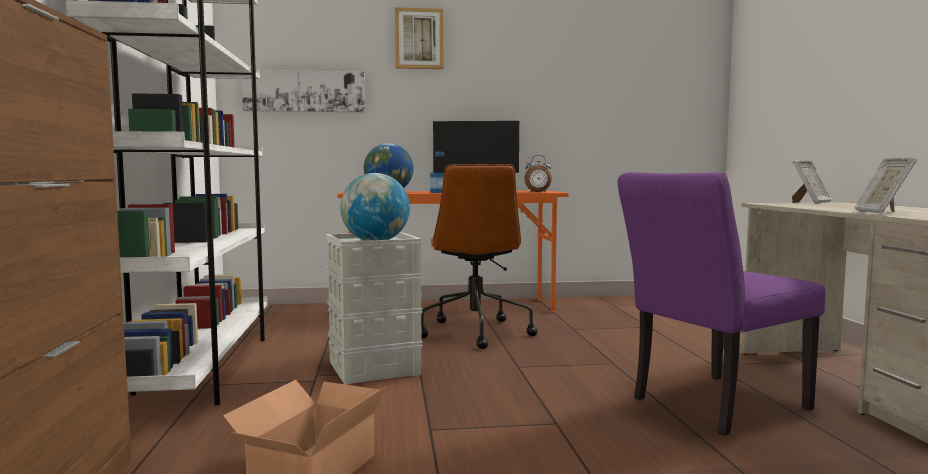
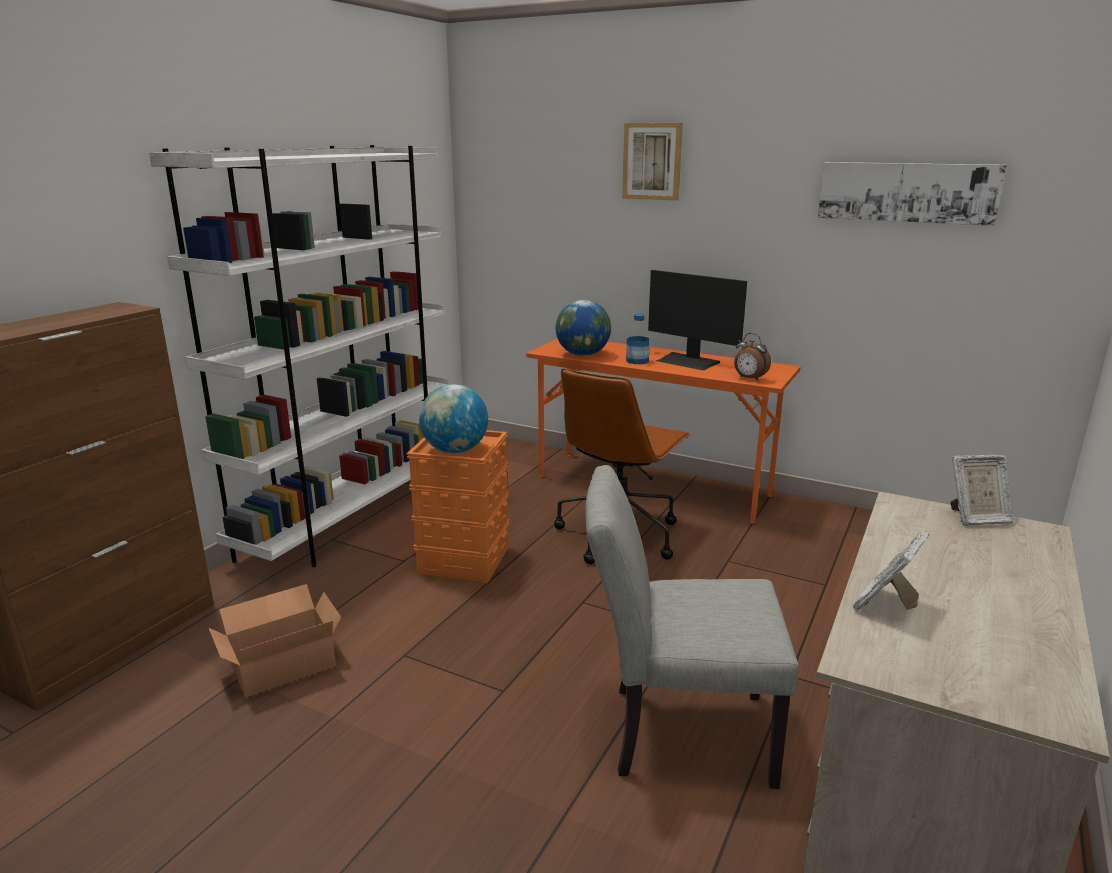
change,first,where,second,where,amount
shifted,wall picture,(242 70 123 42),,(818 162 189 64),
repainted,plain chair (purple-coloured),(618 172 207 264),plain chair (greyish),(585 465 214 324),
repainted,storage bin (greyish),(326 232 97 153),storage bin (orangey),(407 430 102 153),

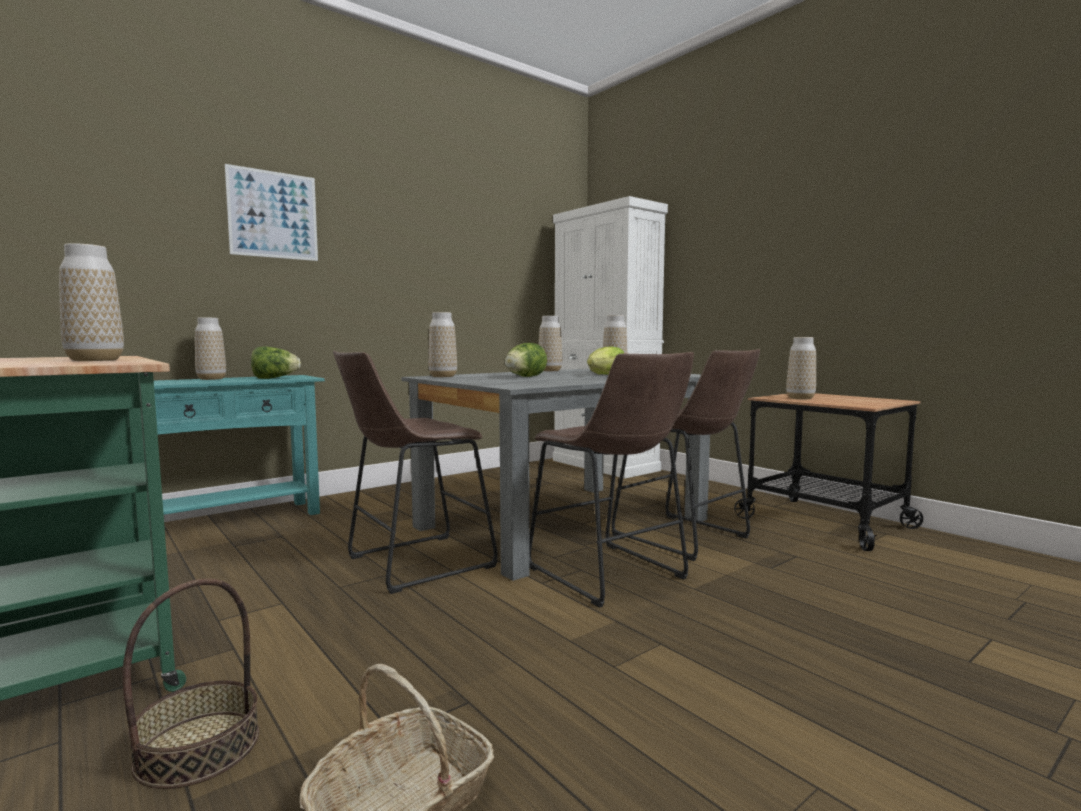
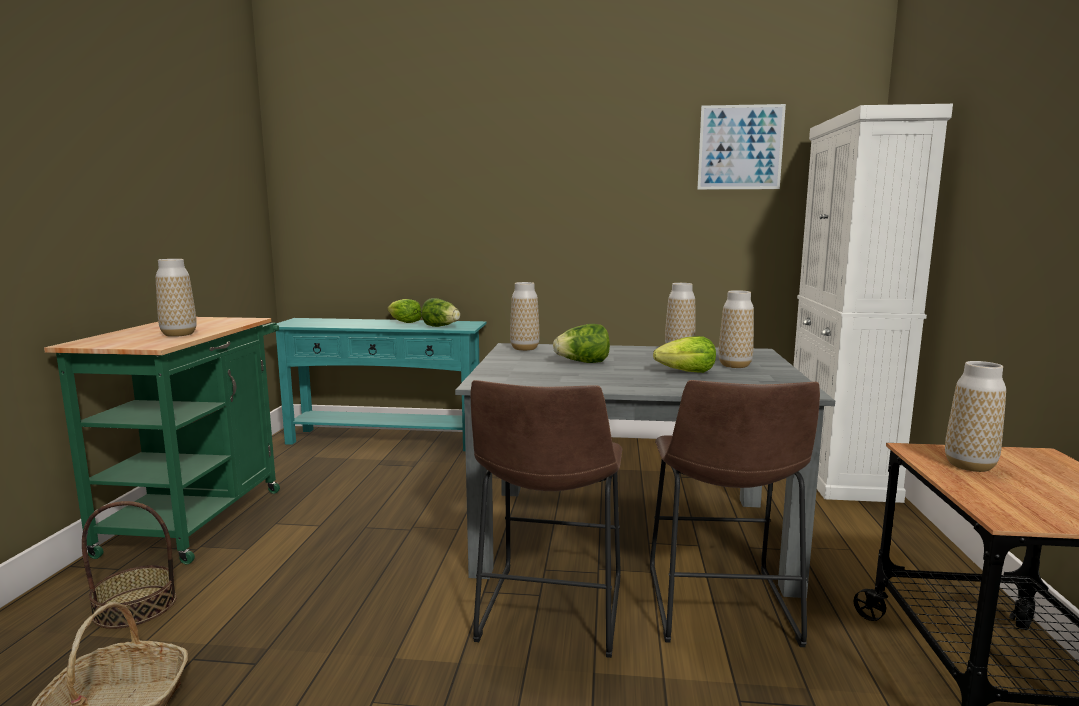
change,first,where,second,where,amount
shifted,wall picture,(225 164 93 97),,(698 104 88 85),
swapped,flower vase,(195 318 31 62),head of lettuce,(388 299 34 24),
gone,sitting stool (brownish),(333 351 165 243),,,

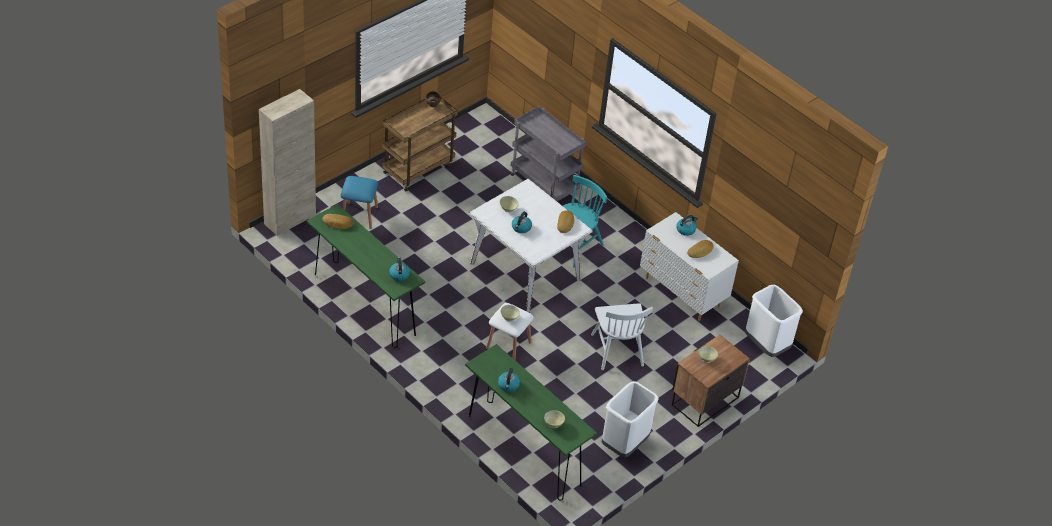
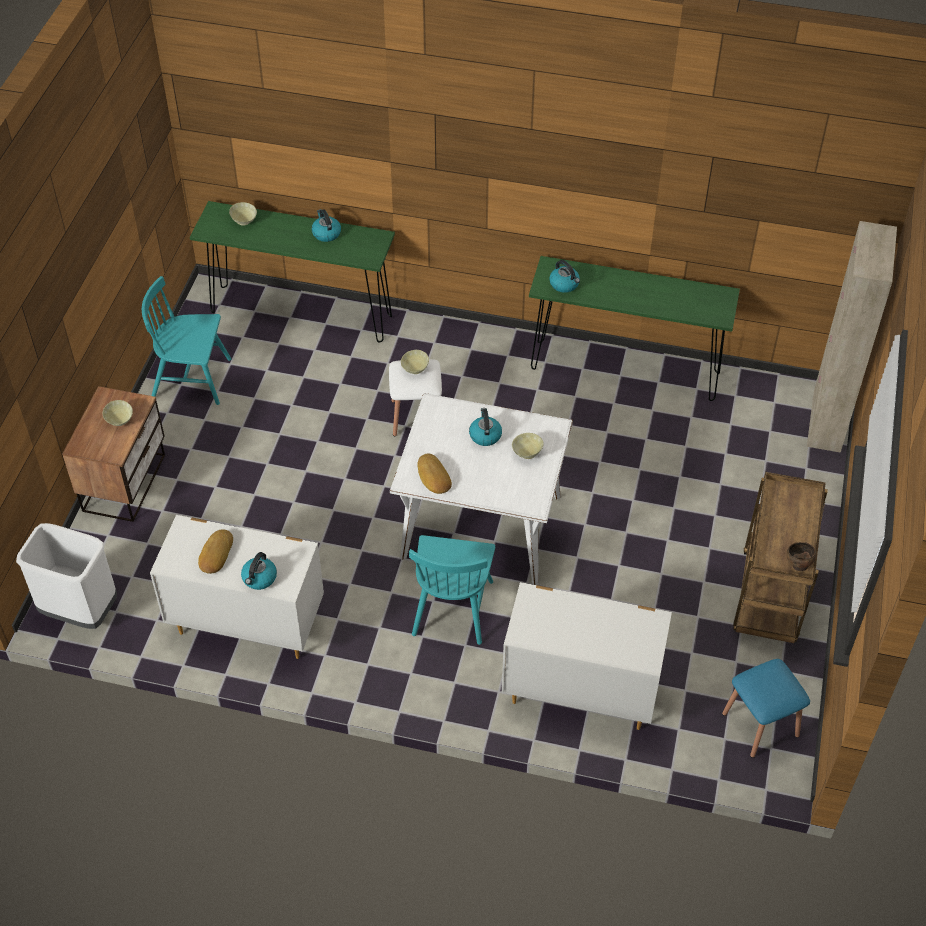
change,first,where,second,where,amount
swapped,cart (greyish),(510 106 76 96),drawer chest (white-coloured),(502 582 170 148),
shifted,sitting stool (blue-coloured),(341 176 37 53),,(722 659 88 99),
gone,bakery bread,(322 214 31 15),,,
gone,plain chair (white-coloured),(591 303 62 67),,,
swapped,rubbish bin (white-coloured),(602 381 57 77),plain chair (blue-green),(142 276 89 129),

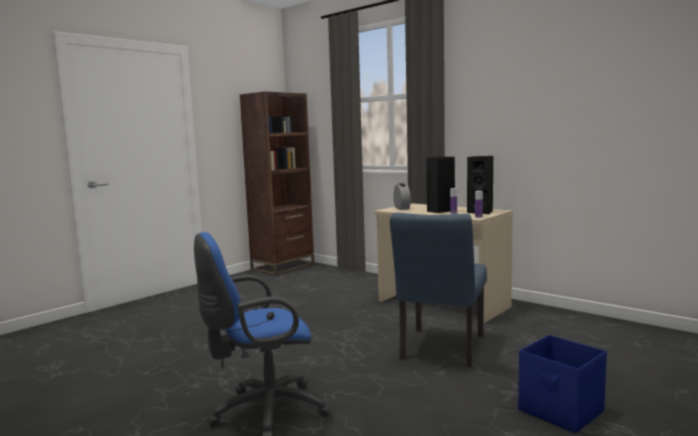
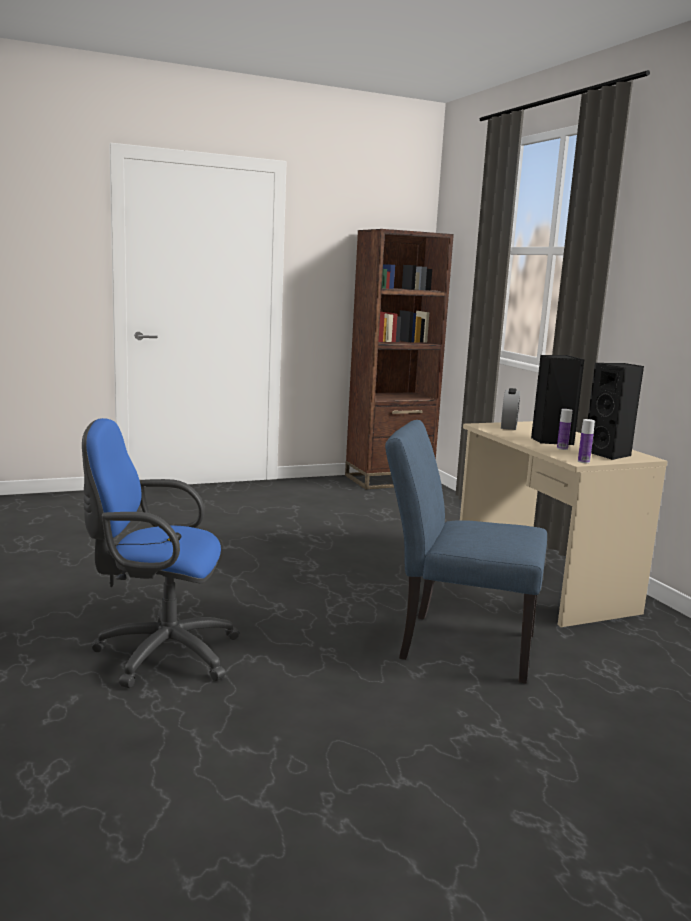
change,first,where,second,where,amount
rotated,plain chair (blue-coloured),(390 213 97 154),,(385 420 162 264),60 degrees clockwise
gone,storage bin (blue-coloured),(518 335 89 98),,,

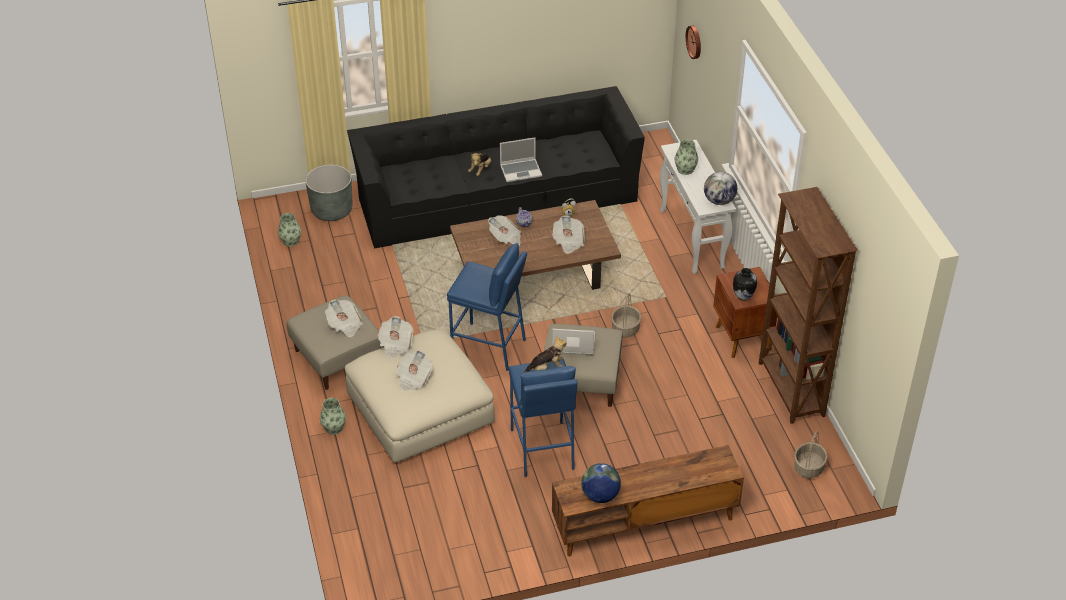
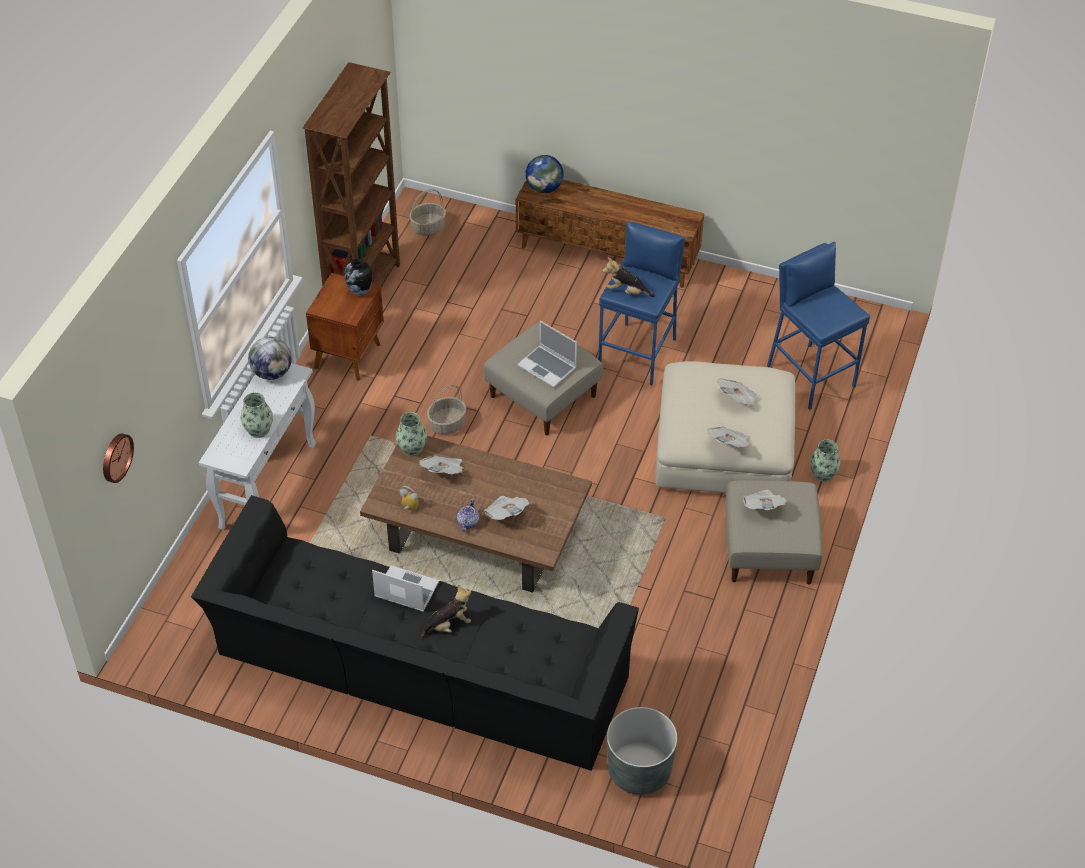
change,first,where,second,where,amount
shifted,flower vase,(278 213 23 34),,(396 412 31 44),
shifted,sitting stool (blue-coloured),(447 243 80 128),,(767 241 103 169),
shifted,globe,(581 463 40 40),,(525 155 39 38),

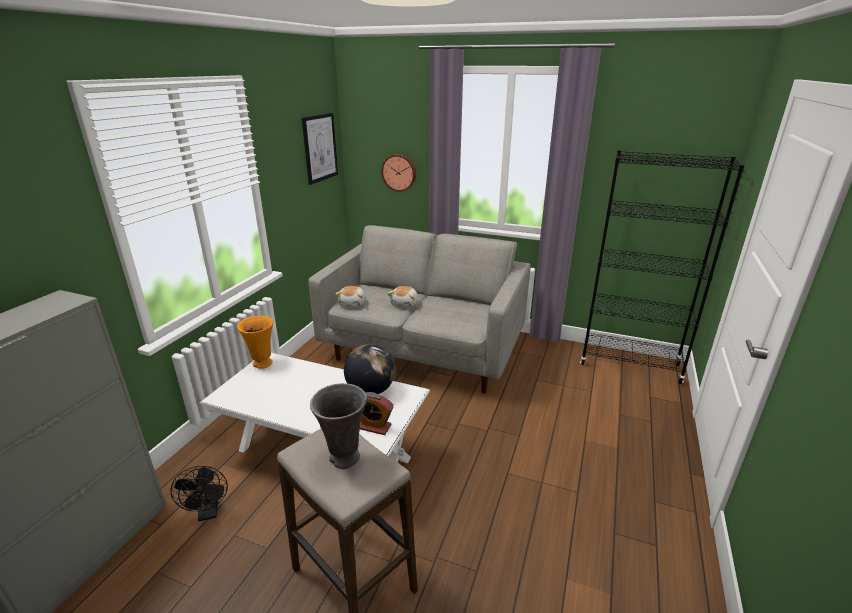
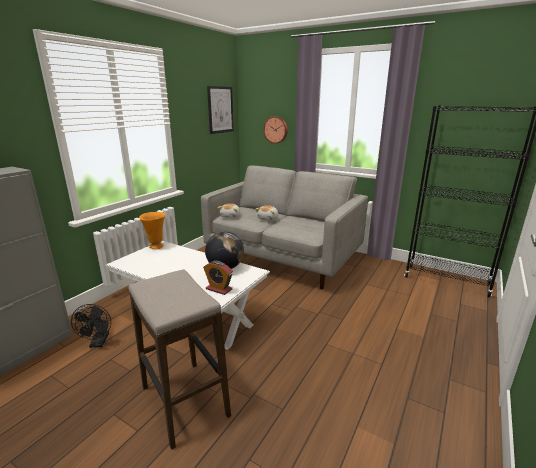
change,first,where,second,where,amount
gone,flower vase (greyish),(310 383 57 86),,,

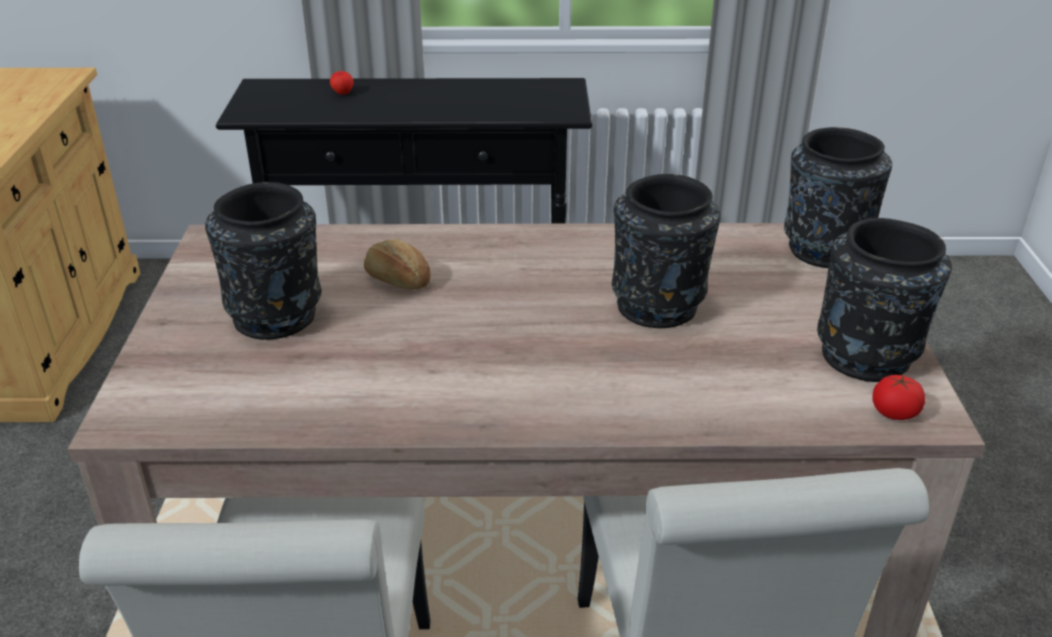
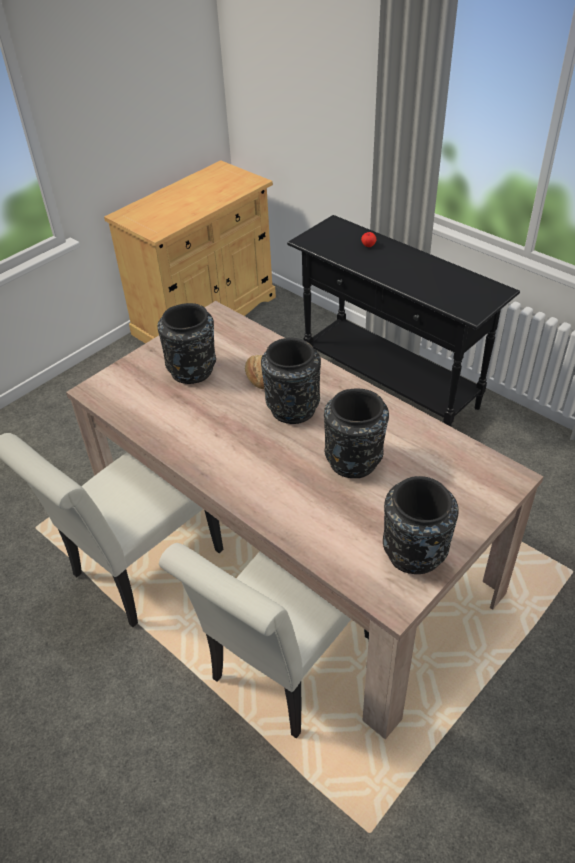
change,first,where,second,where,amount
shifted,flower vase (black-coloured),(784 127 108 141),,(261 338 60 86),
gone,tomato,(872 375 53 45),,,

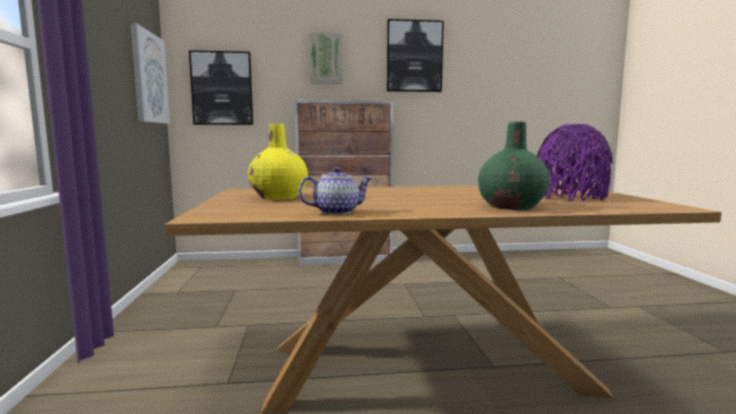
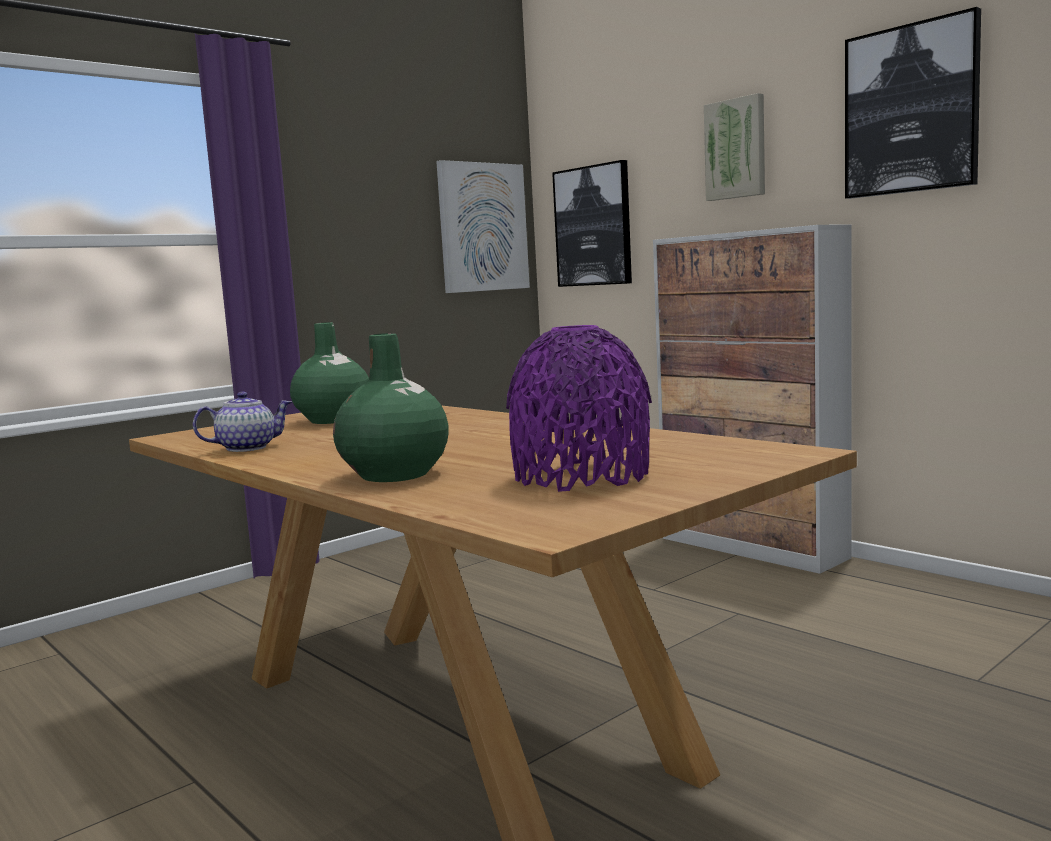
change,first,where,second,where,amount
repainted,flower vase (yellowish),(248 124 60 76),flower vase (green-coloured),(290 322 79 102),
rotated,pot for tea,(298 167 75 48),,(193 391 99 61),60 degrees counterclockwise

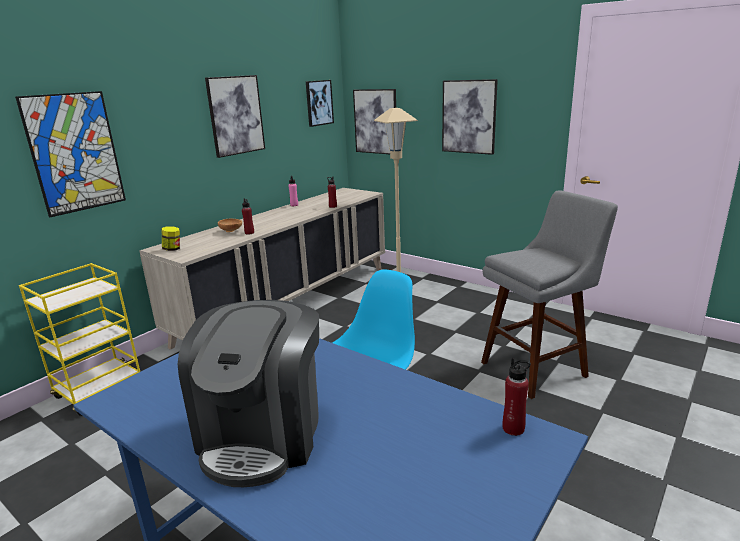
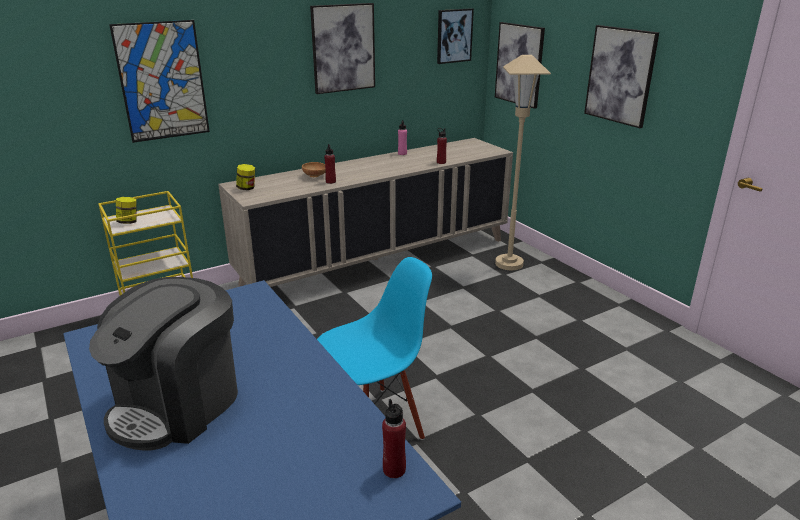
change,first,where,second,where,amount
gone,sitting stool (greyish),(481 190 137 209),,,
new,,,jar,(116 197 21 27),

